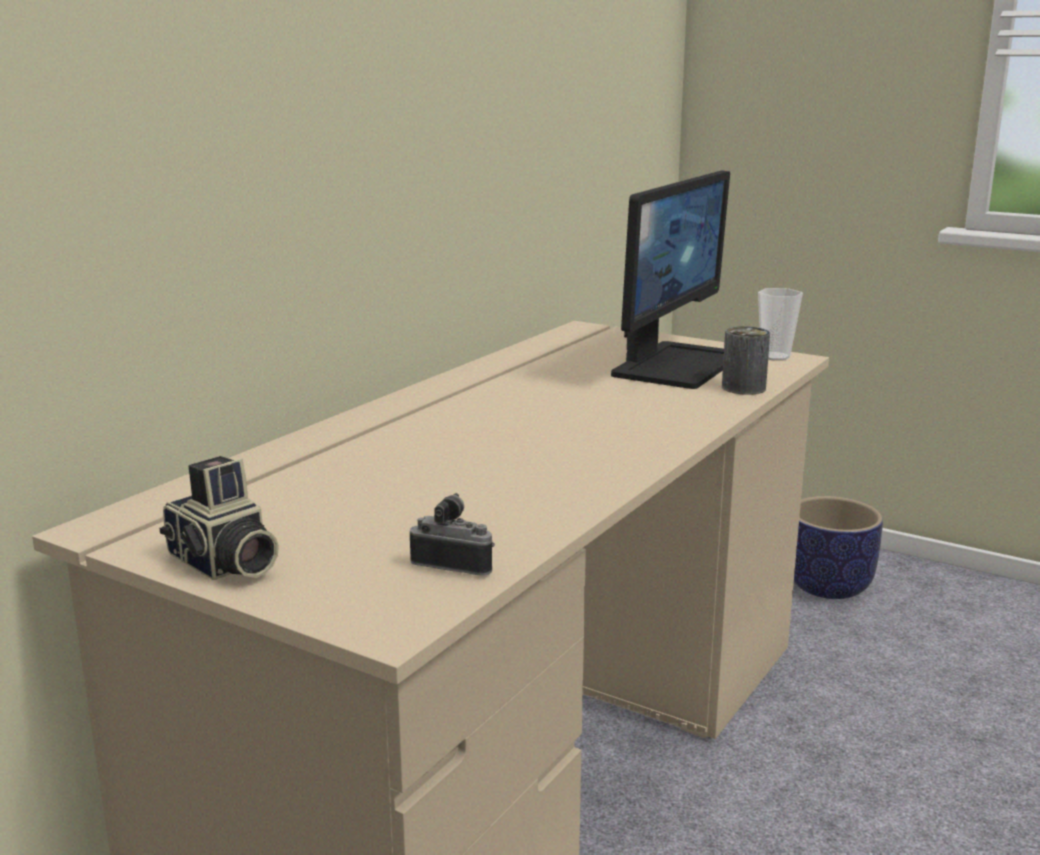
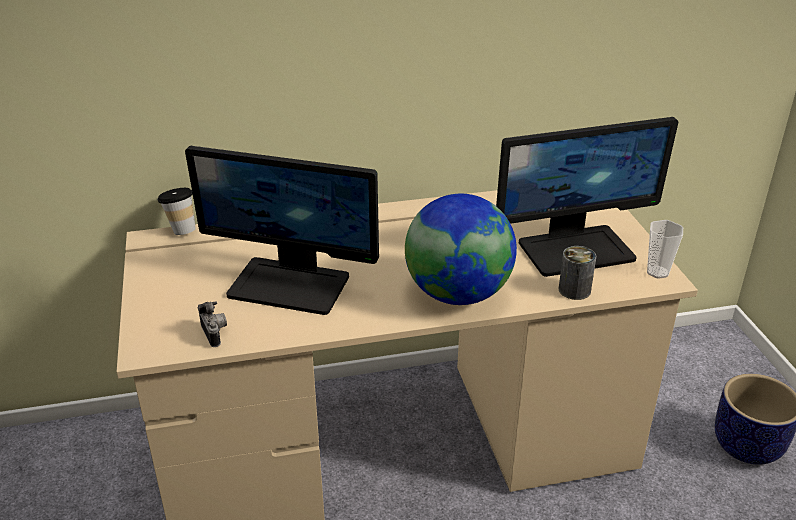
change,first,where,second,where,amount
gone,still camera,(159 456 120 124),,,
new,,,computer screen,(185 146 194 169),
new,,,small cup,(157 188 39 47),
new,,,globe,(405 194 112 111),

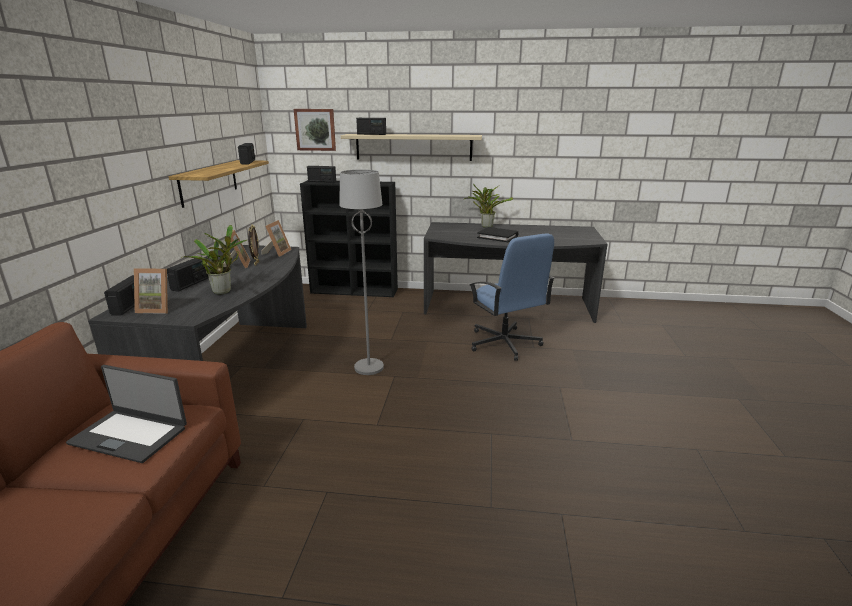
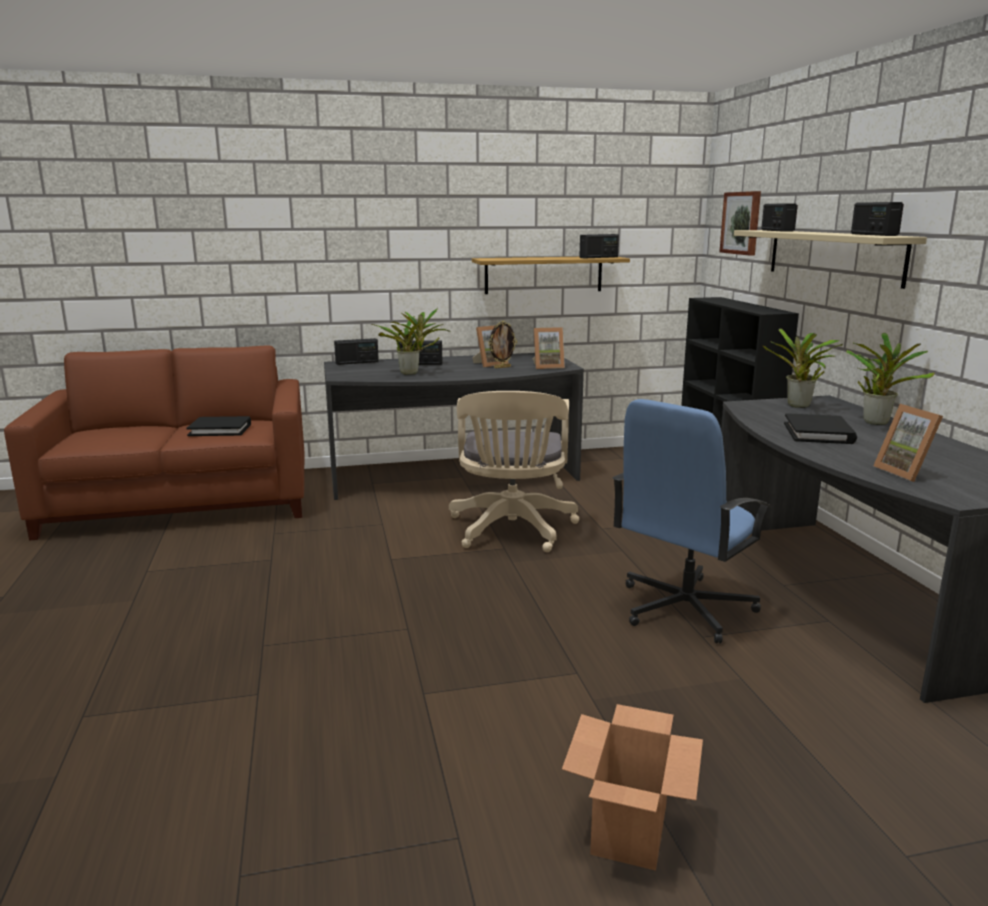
change,first,where,second,where,amount
shifted,radio,(307 166 29 17),,(851 202 53 34),
swapped,standing lamp (greyish),(339 169 45 206),computer chair (beige-coloured),(449 391 130 161),
shifted,photo frame,(134 268 34 46),,(873 404 70 78),
swapped,laptop,(66 365 121 98),bound book (black-coloured),(187 416 64 20),
new,,,plant in a pot,(763 328 80 80),
new,,,packing box,(562 704 141 167),

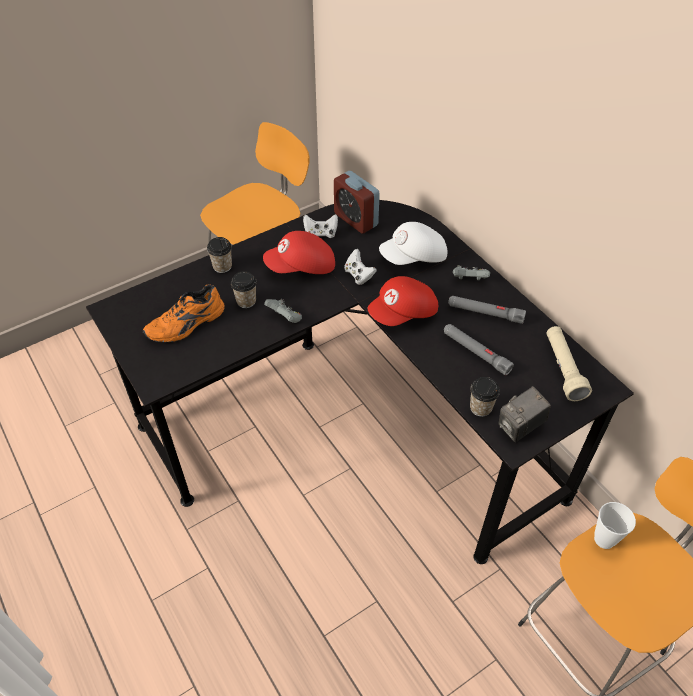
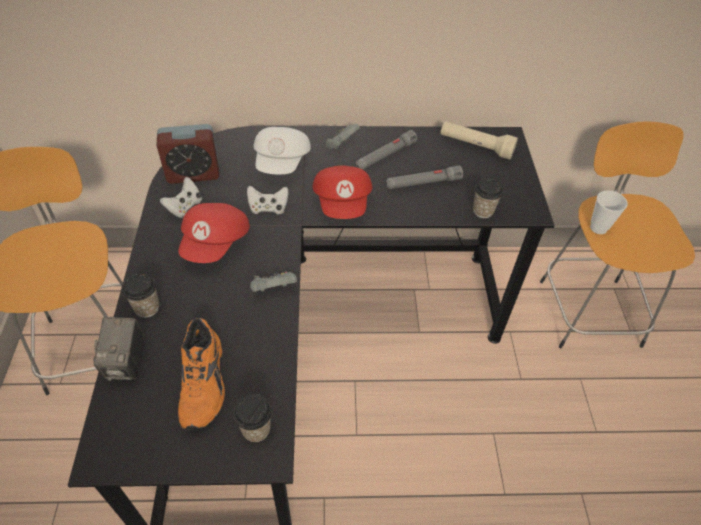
change,first,where,second,where,amount
shifted,small cup,(231 271 26 37),,(233 394 39 48),
shifted,still camera,(499 386 52 56),,(93 317 51 64),

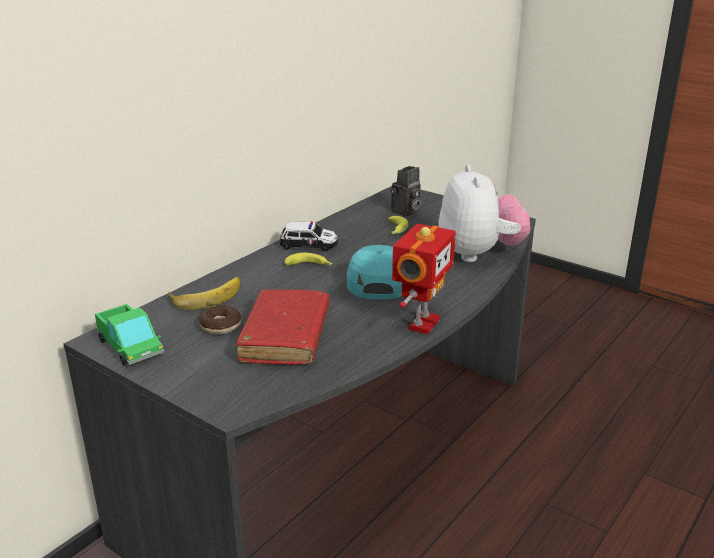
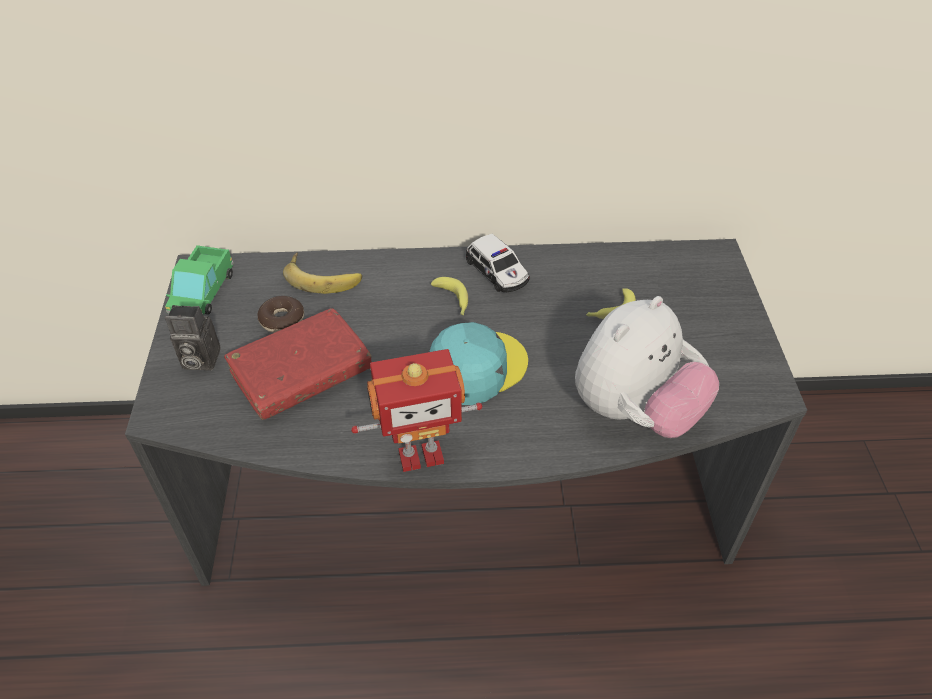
change,first,where,second,where,amount
shifted,still camera,(390 166 31 51),,(165 305 56 65),

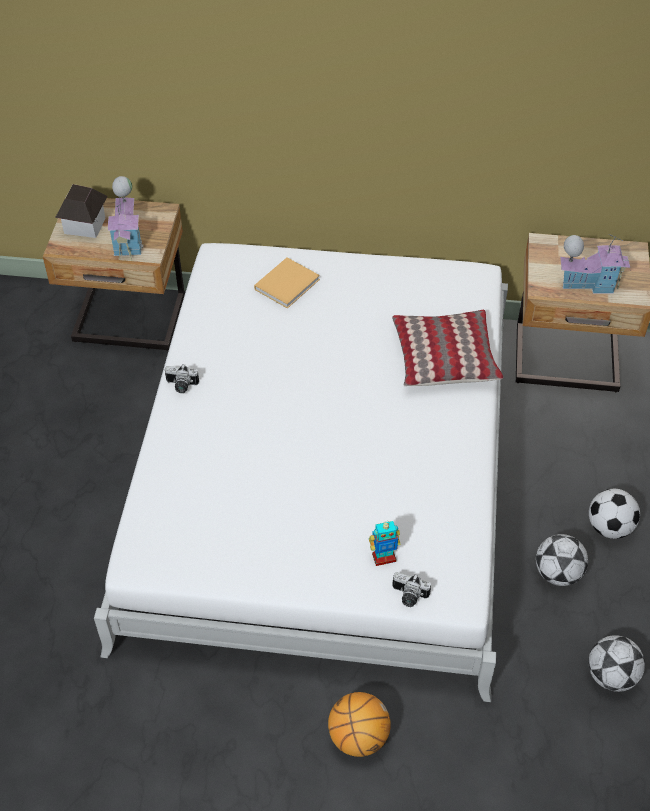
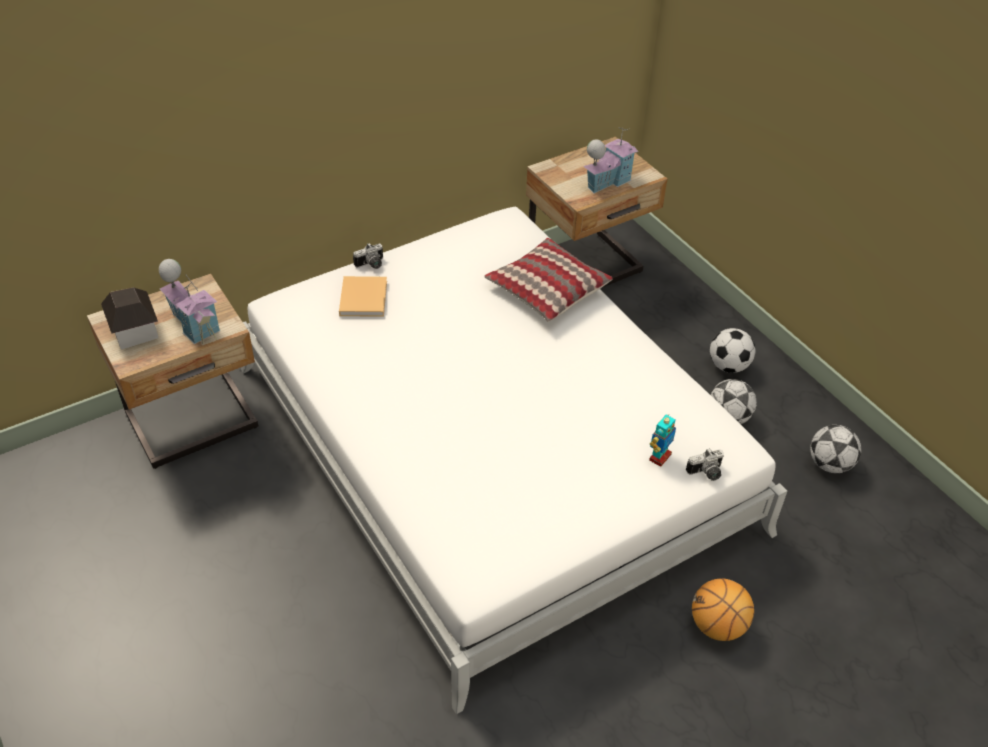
change,first,where,second,where,amount
shifted,still camera,(165 364 34 29),,(353 243 30 26),

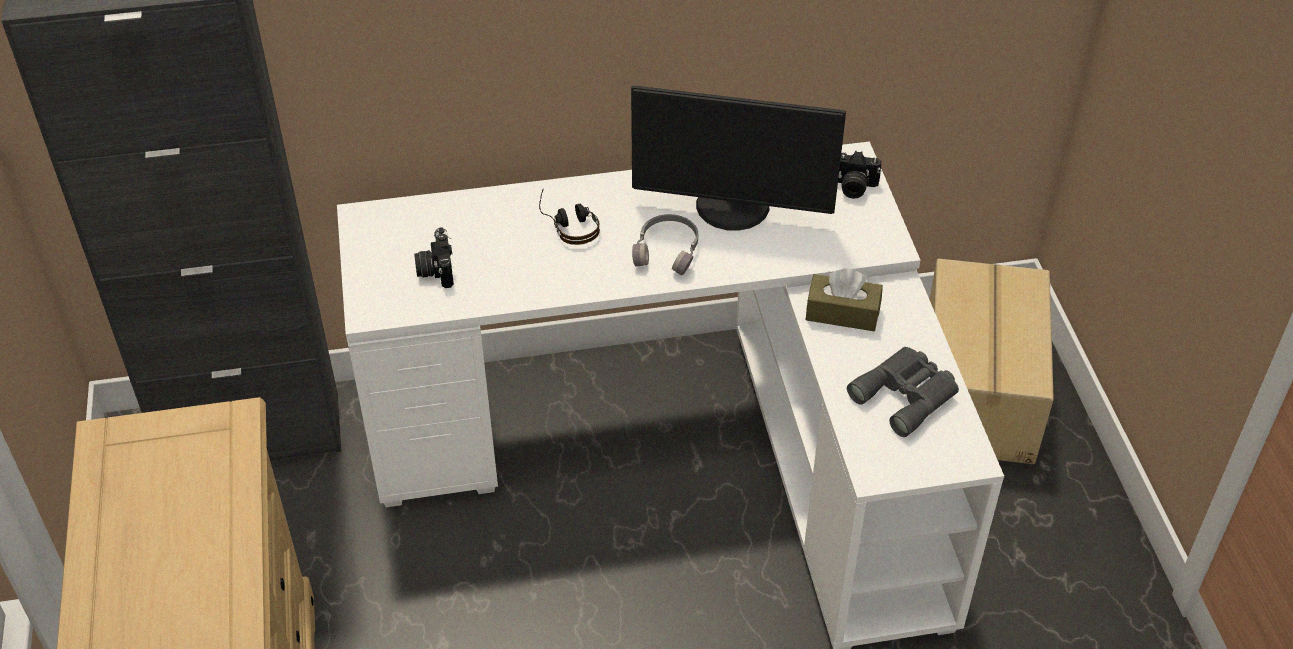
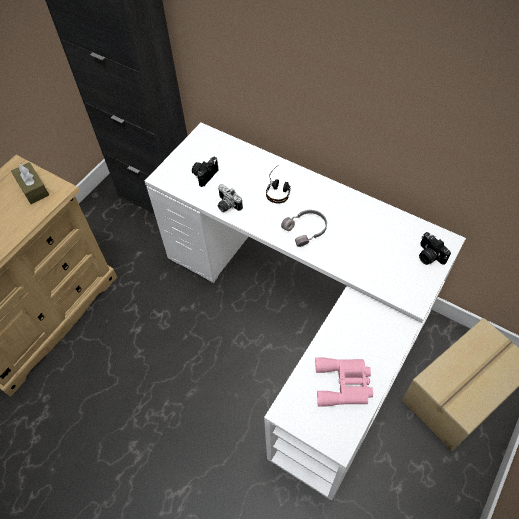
change,first,where,second,where,amount
gone,computer screen,(631 86 215 145),,,
shifted,tissue holder (brownish),(806 268 77 63),,(11 162 38 42),
repainted,field glasses (greyish),(847 347 112 90),field glasses (pink),(315 358 58 49),
new,,,still camera,(218 184 25 28),

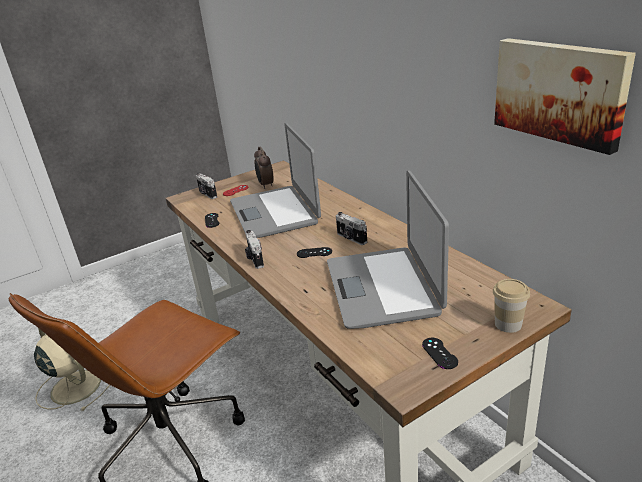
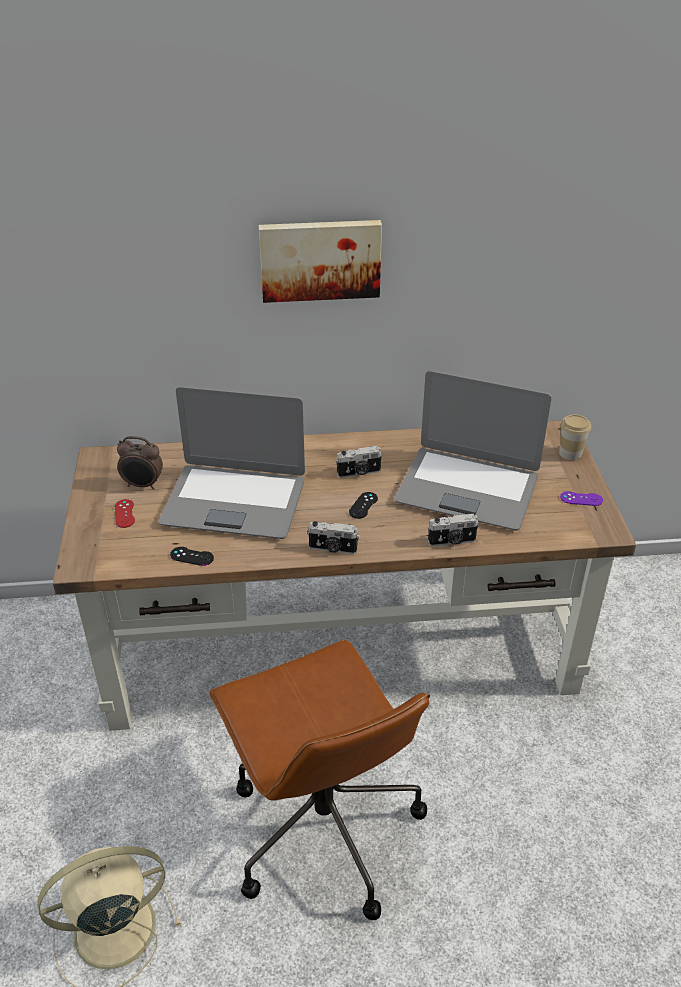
change,first,where,second,where,amount
shifted,wall picture,(494 38 142 117),,(259 220 123 83),
shifted,still camera,(196 172 21 27),,(428 514 51 32),
repainted,game controller (black-coloured),(422 338 36 31),game controller (purple-coloured),(560 491 43 15),

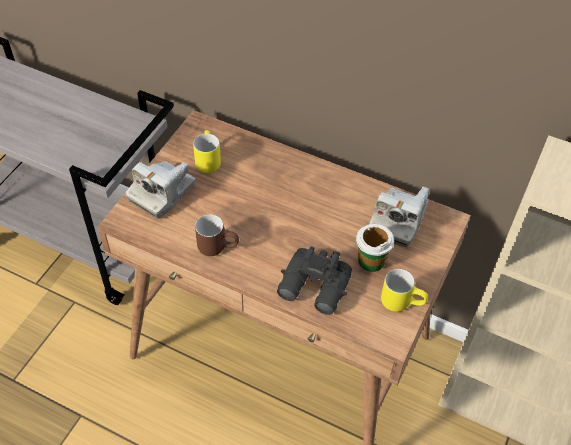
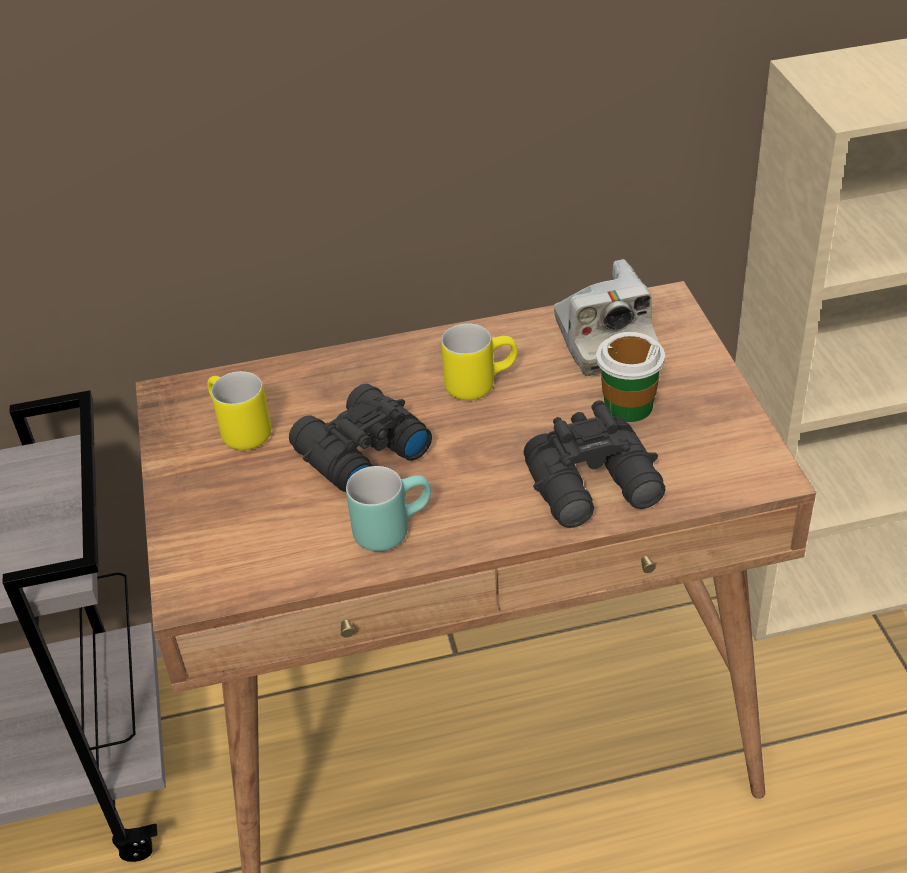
change,first,where,second,where,amount
gone,still camera,(126 162 69 57),,,
repainted,coffee mug (brownish),(195 215 44 41),coffee mug (blue-green),(346 466 85 86),
shifted,coffee mug (yellowish),(381 269 47 43),,(441 323 77 77),
new,,,field glasses (black-coloured),(289 384 143 108),

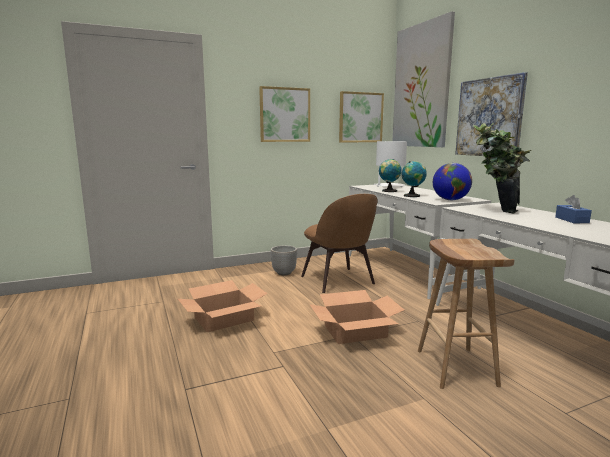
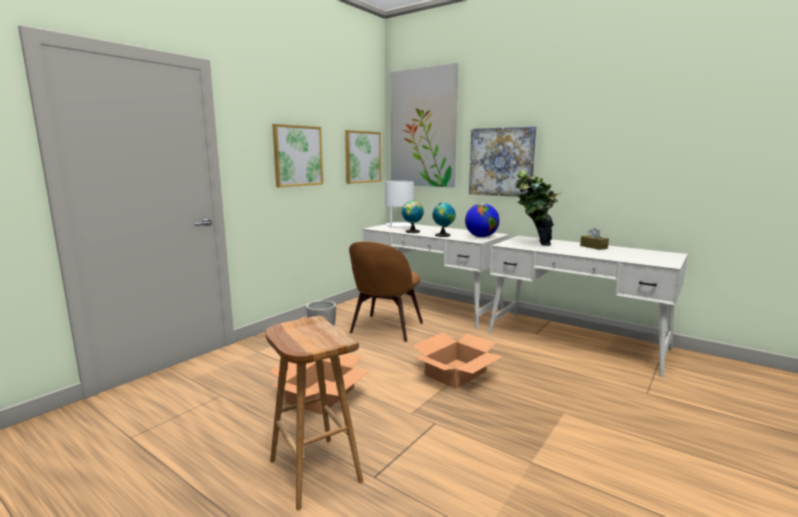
change,first,where,second,where,amount
rotated,plain chair (brownish),(301 194 77 99),,(349 242 74 100),75 degrees clockwise
repainted,tissue holder (blue-coloured),(555 195 37 28),tissue holder (brownish),(580 228 29 22),
shifted,sitting stool (brownish),(418 239 97 150),,(265 316 98 194),

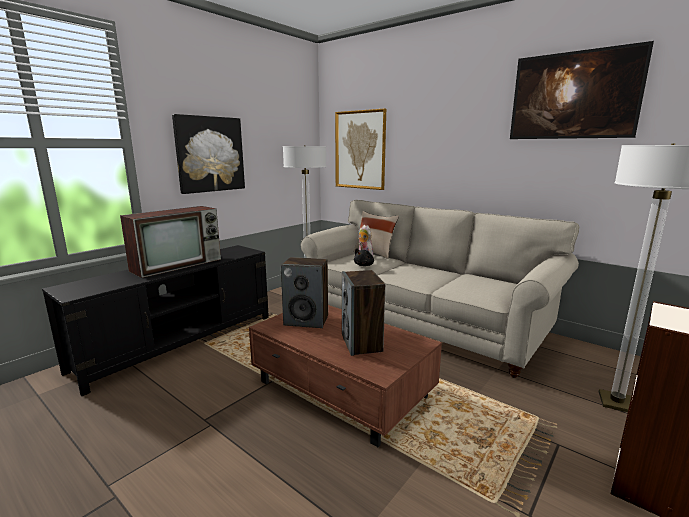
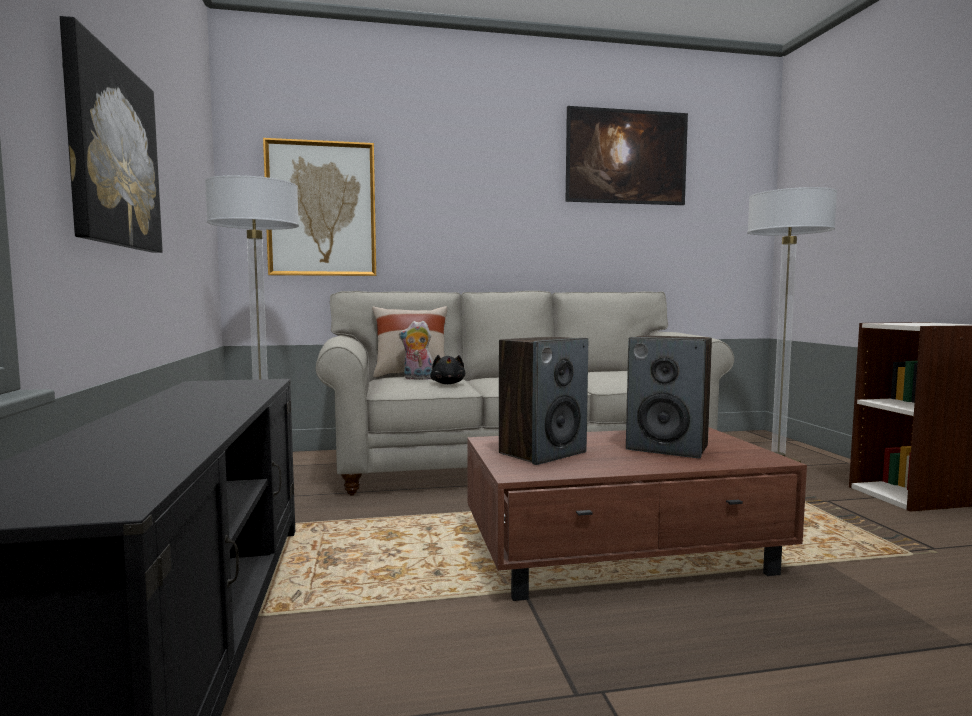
change,first,where,second,where,amount
gone,TV,(120 206 101 72),,,

